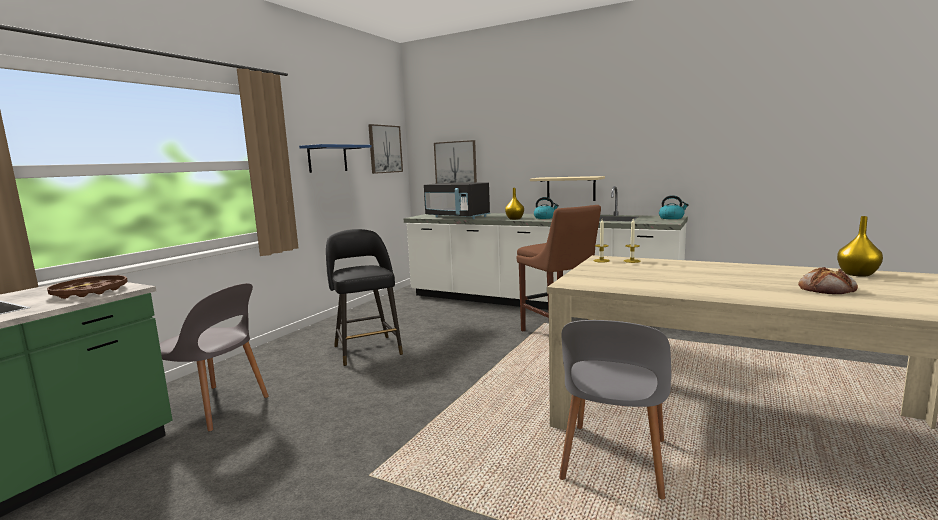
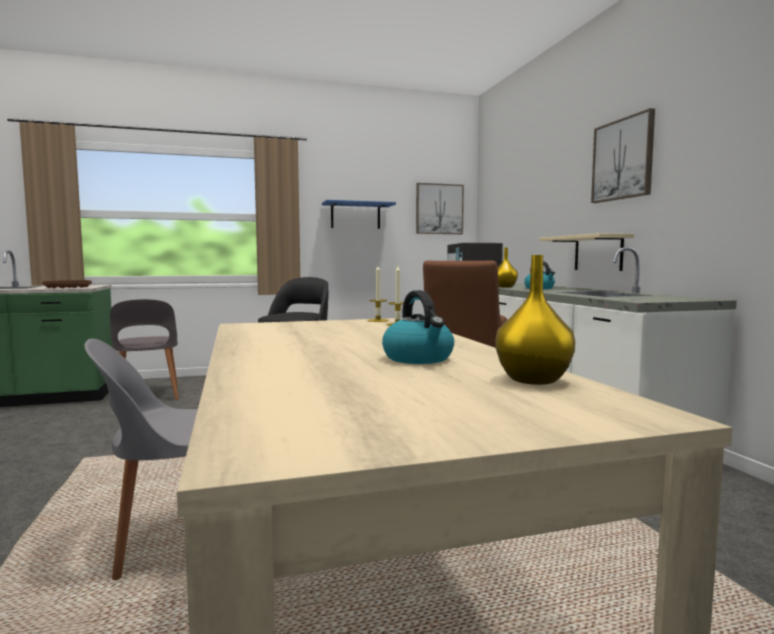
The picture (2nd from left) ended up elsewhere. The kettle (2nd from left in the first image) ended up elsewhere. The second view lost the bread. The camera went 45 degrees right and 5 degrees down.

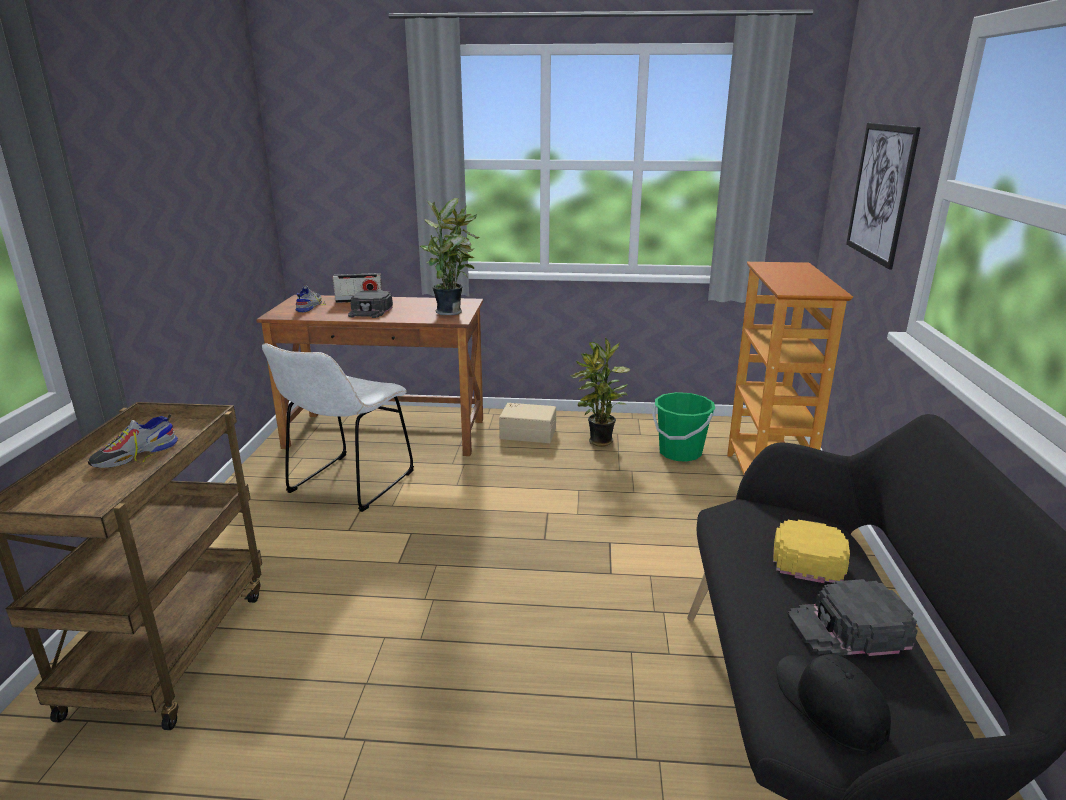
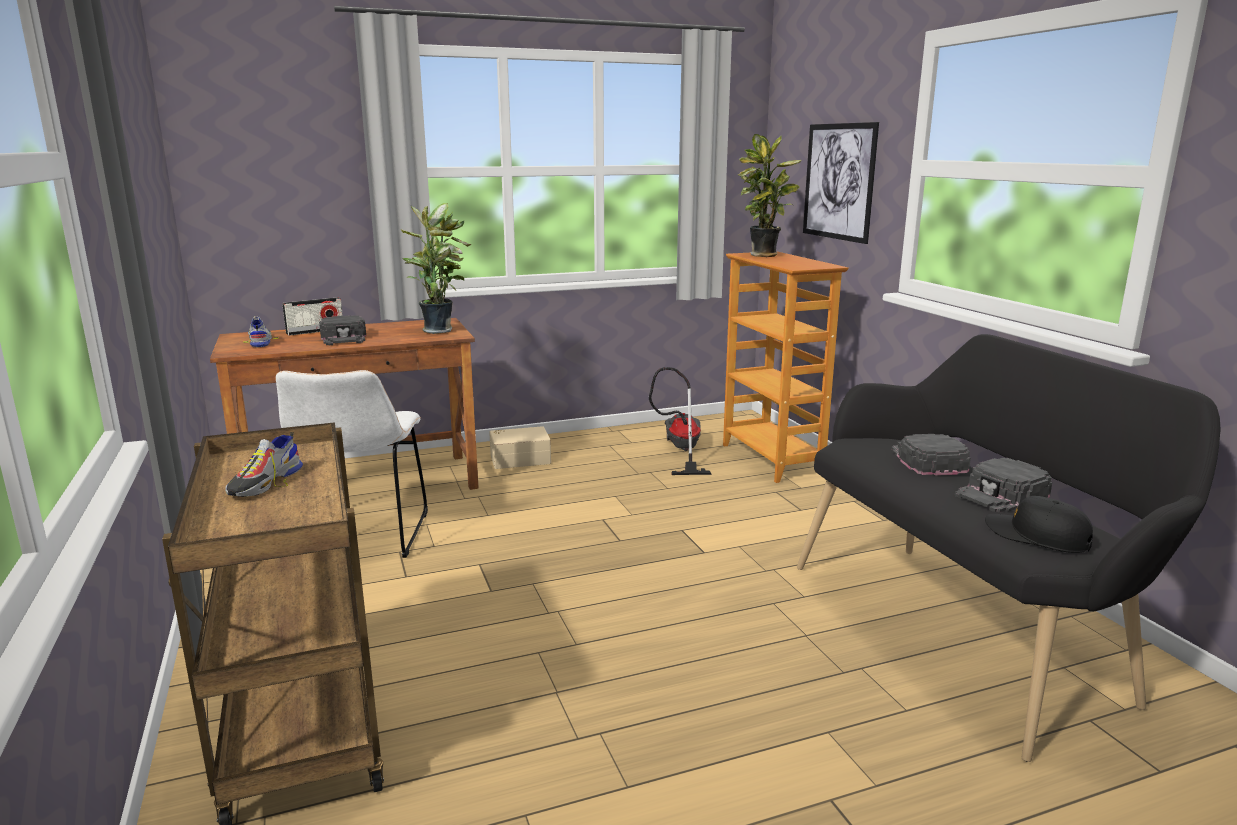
The potted plant (2nd from left) ended up elsewhere. Where the green bucket stood, the vacuum cleaner came to stand. What was the yellow cap turned into the black cap (2nd from left). The camera went 25 degrees left and 5 degrees down.

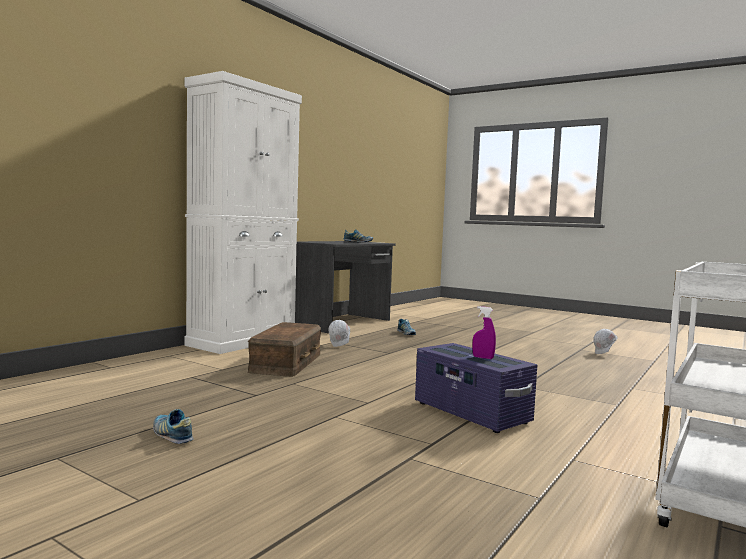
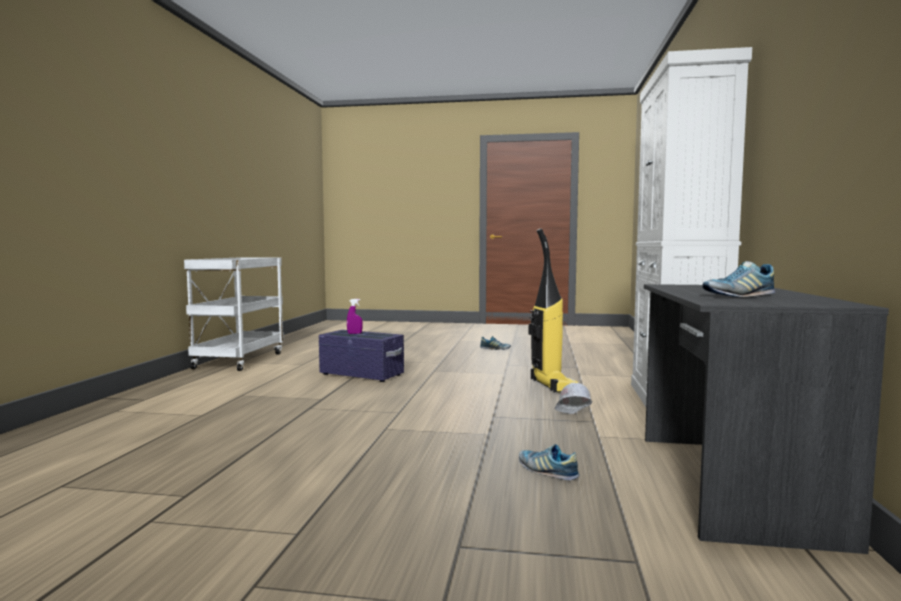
Where the brown storage box stood, the vacuum cleaner came to stand. The second view lost the white hard hat (2nd from left). The camera went 155 degrees right and 0 degrees up.

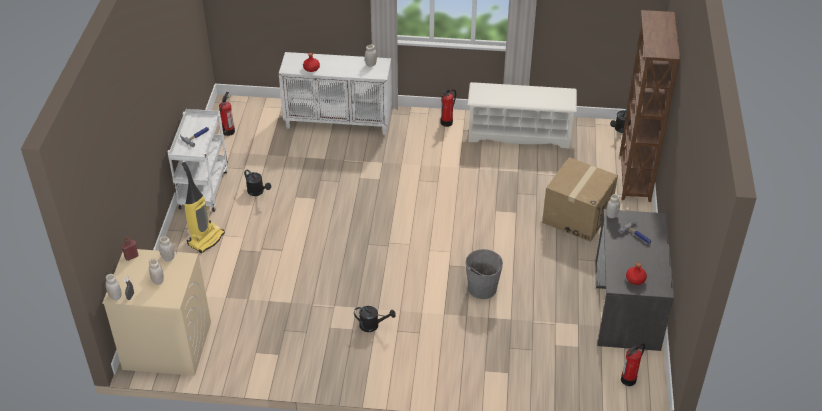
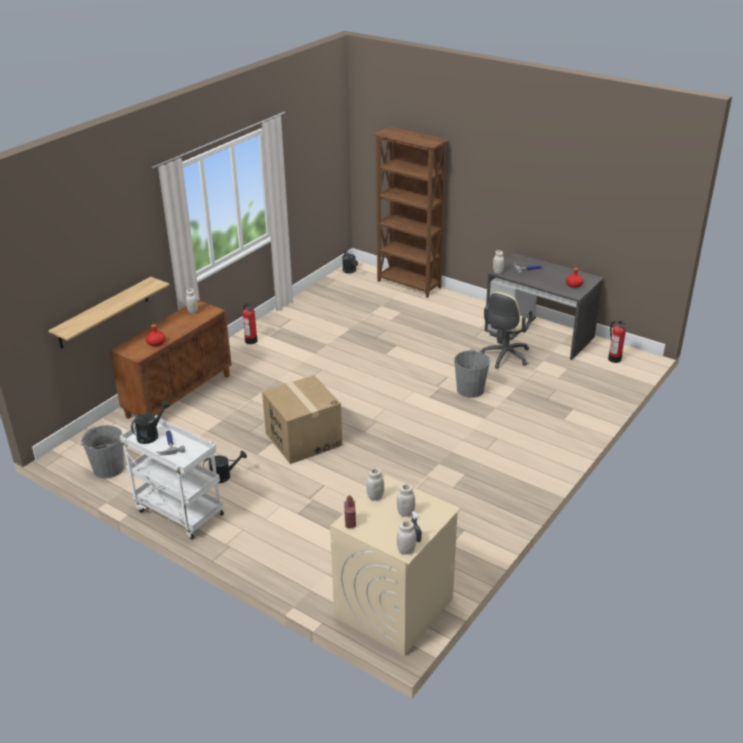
The second view lost the vacuum cleaner. Where the fire extinguisher (1st from left) stood, the grey bucket (1st from left) came to stand. What was the white cabinet turned into the brown cabinet. The black watering can (2nd from left in the first image) ended up elsewhere. The second view lost the white shoe rack. The cardboard box ended up elsewhere. The second view gained the shelf. The second view gained the beige office chair. The camera went 60 degrees left and 10 degrees down.

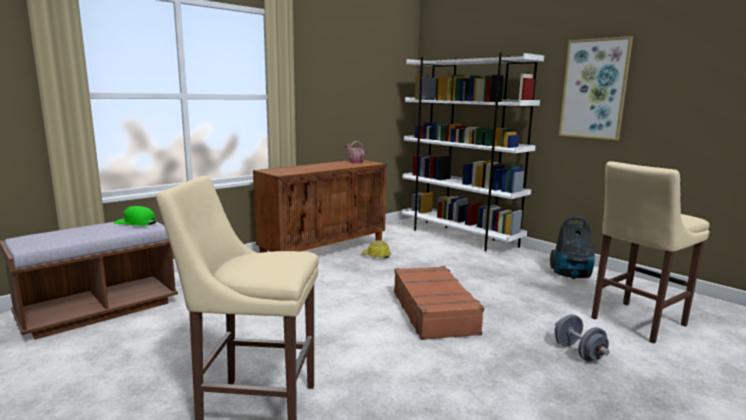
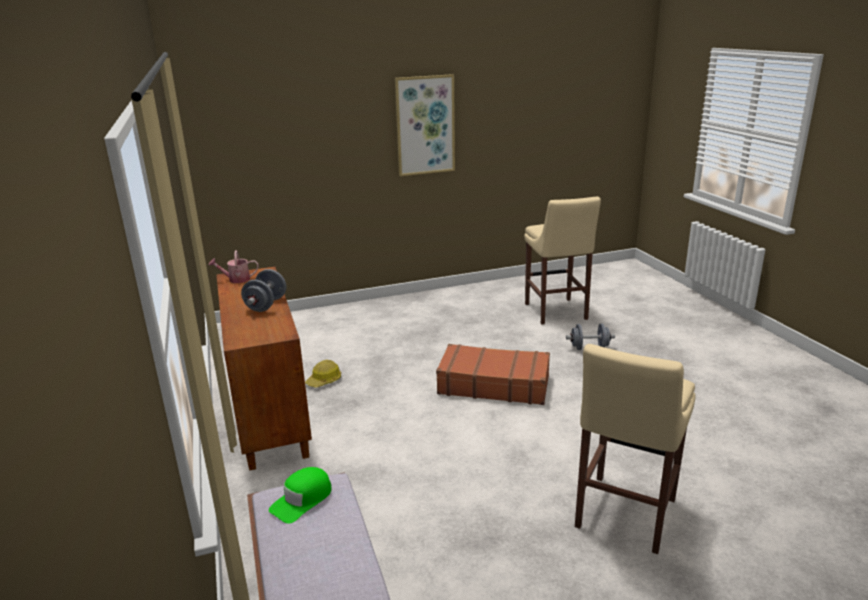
The second view lost the white bookcase. The second view lost the vacuum cleaner. The second view gained the grey dumbbell (1st from left). The camera went 65 degrees left and 10 degrees up.

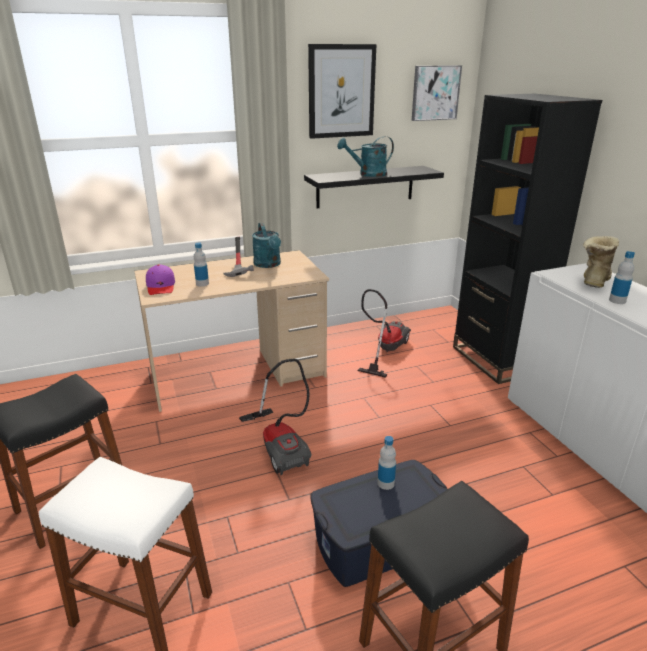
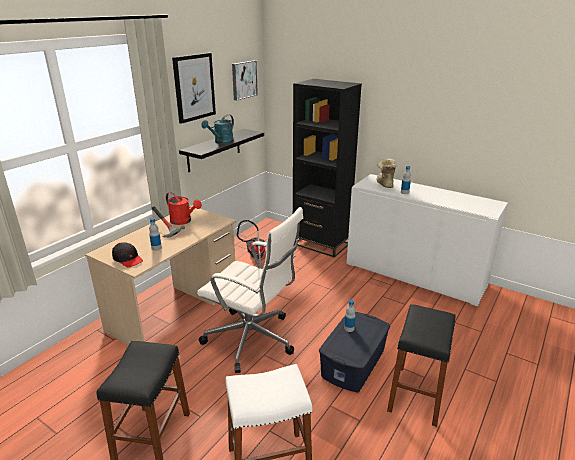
What was the purple cap turned into the black cap. Where the vacuum cleaner (1st from left) stood, the white office chair came to stand. What was the turquoise watering can (1st from left) turned into the red watering can. The camera went 35 degrees left and 0 degrees up.

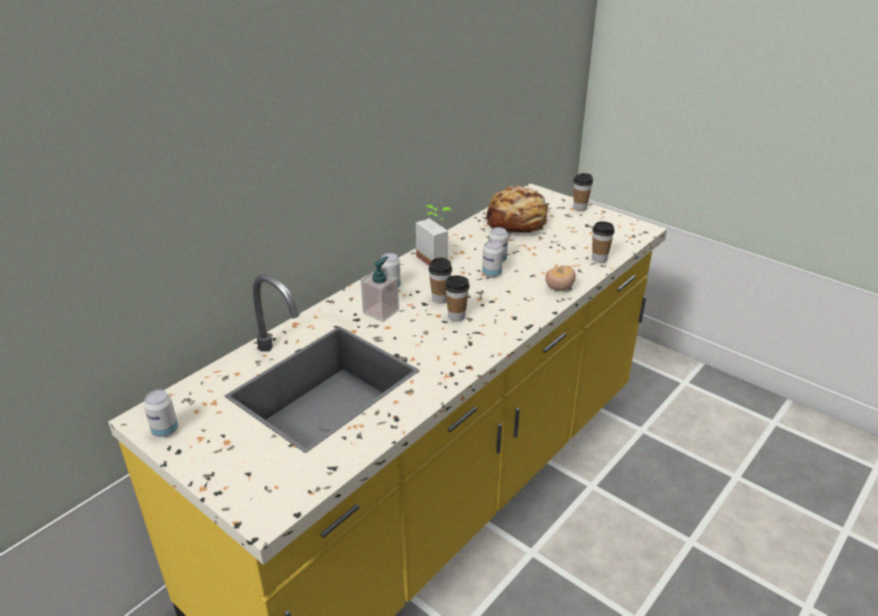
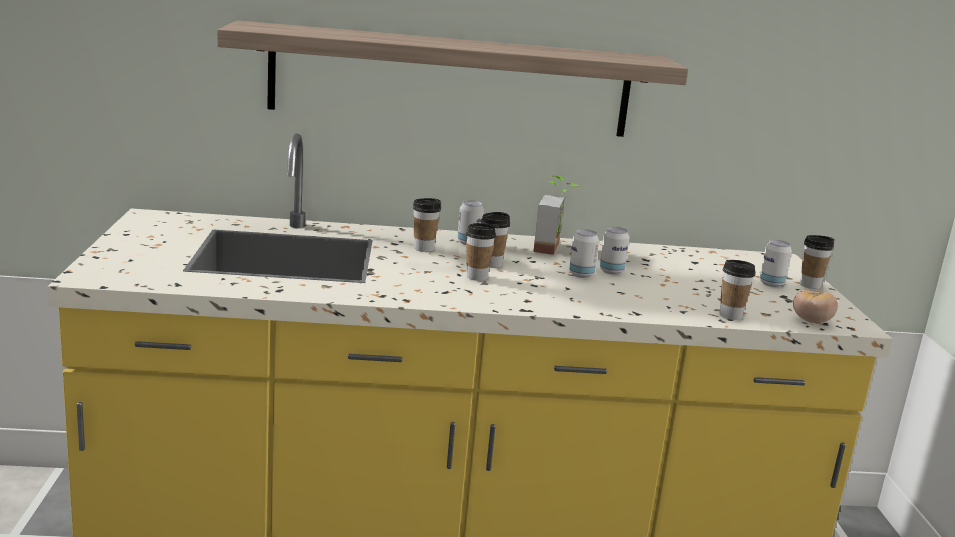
The can (1st from left in the first image) ended up elsewhere. Where the soap dispenser stood, the cup (1st from left) came to stand. The second view lost the bread. The tomato ended up elsewhere. The second view gained the shelf. The camera went 45 degrees right and 15 degrees down.

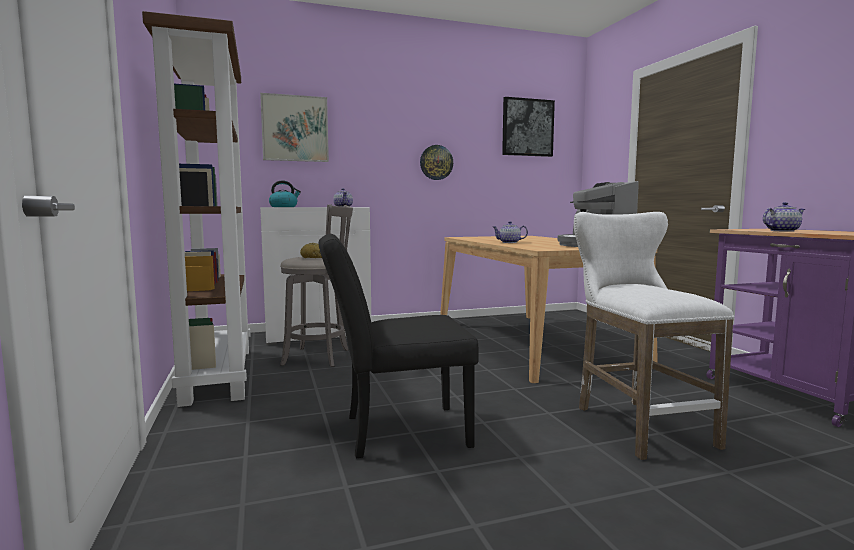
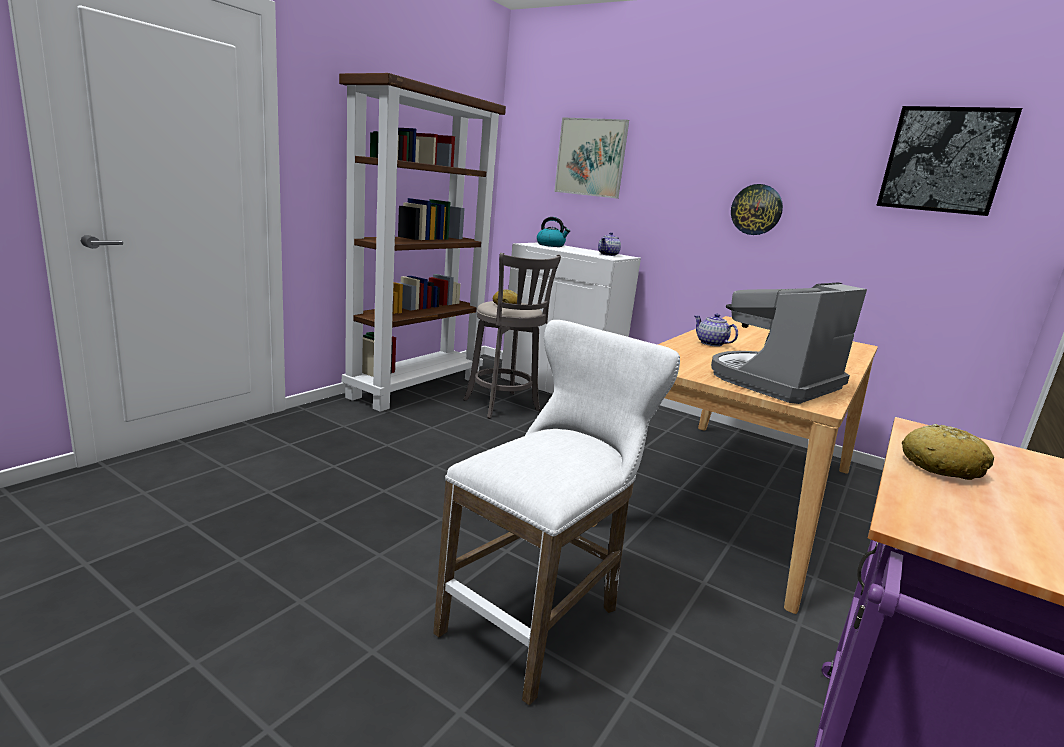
The second view lost the black chair. Where the teapot (3rd from left) stood, the bread (2nd from left) came to stand. The camera went 50 degrees right and 10 degrees up.

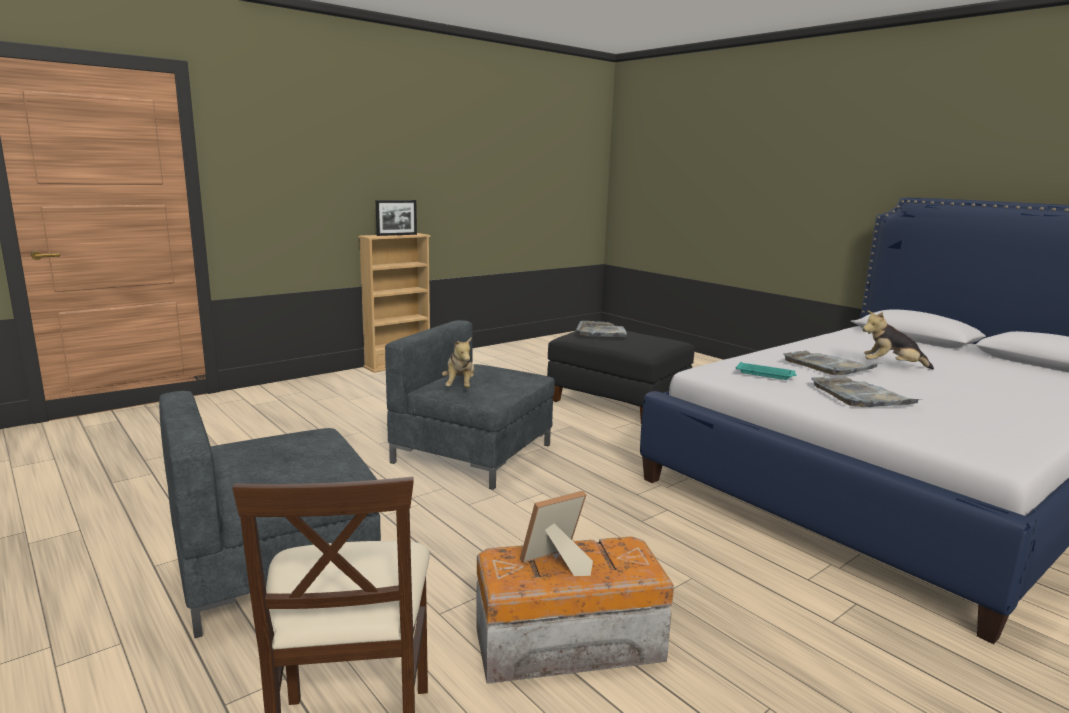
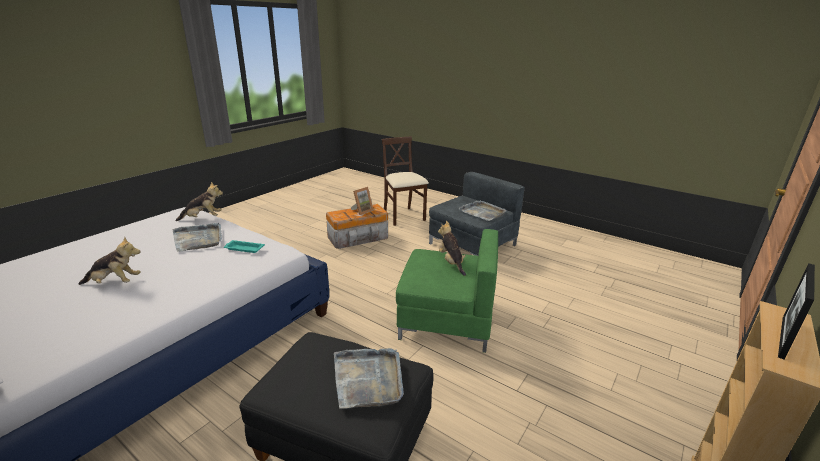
What was the grey armchair (2nd from left) turned into the green armchair. The grey tray (2nd from left in the first image) ended up elsewhere. The second view gained the plush toy (2nd from left). The camera went 165 degrees right and 10 degrees up.

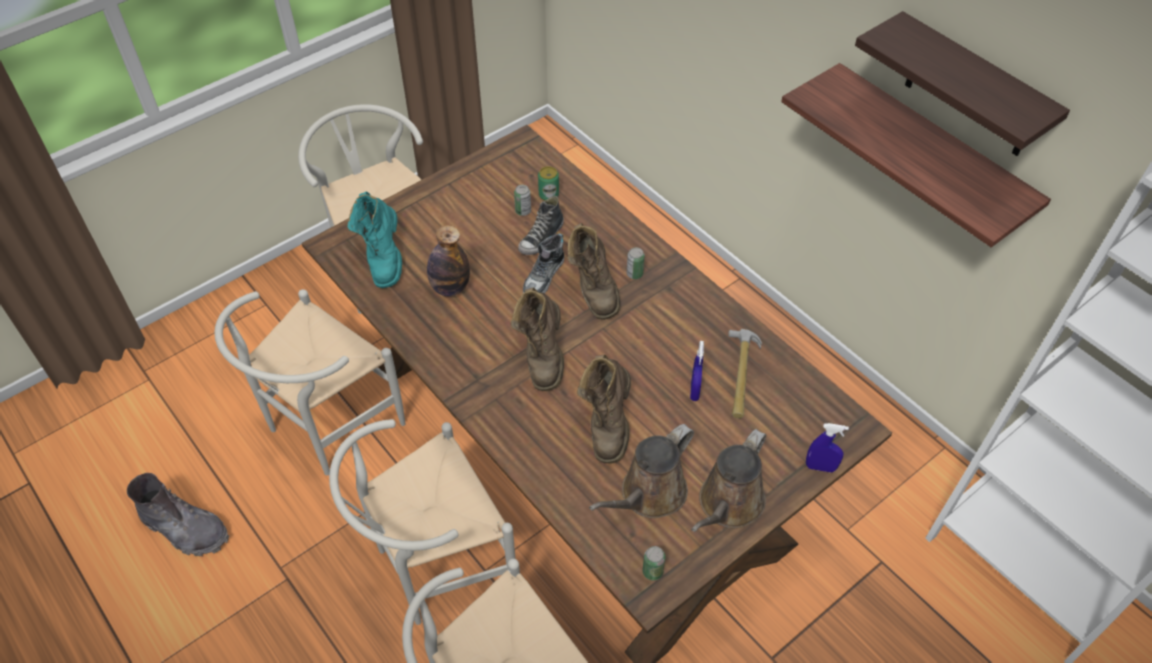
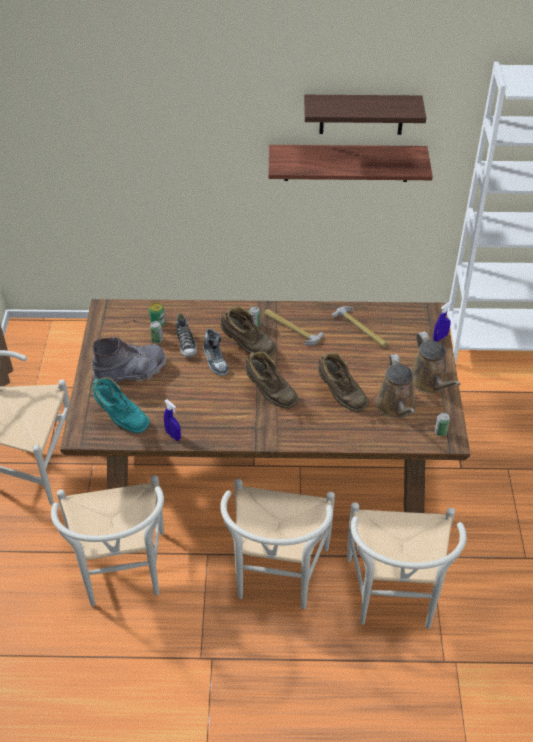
The grey boot ended up elsewhere. The second view lost the bottle. The blue spray bottle (1st from left) ended up elsewhere. The second view gained the hammer (1st from left). The camera went 50 degrees left and 5 degrees down.

